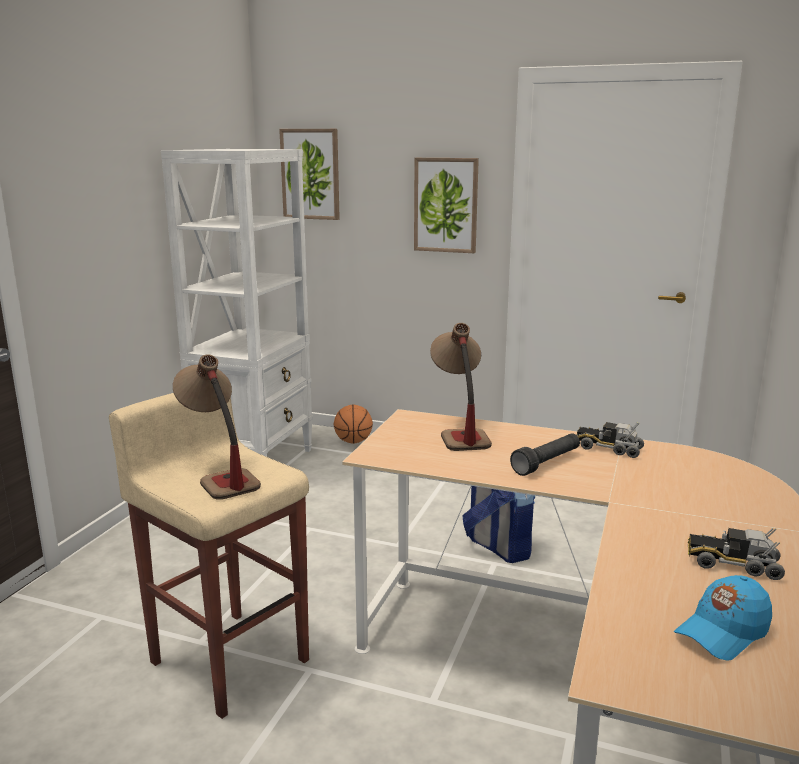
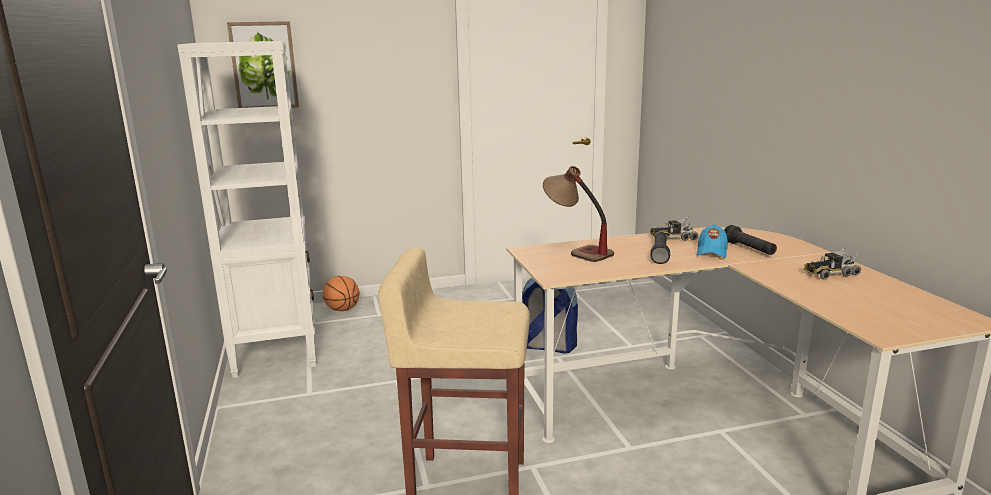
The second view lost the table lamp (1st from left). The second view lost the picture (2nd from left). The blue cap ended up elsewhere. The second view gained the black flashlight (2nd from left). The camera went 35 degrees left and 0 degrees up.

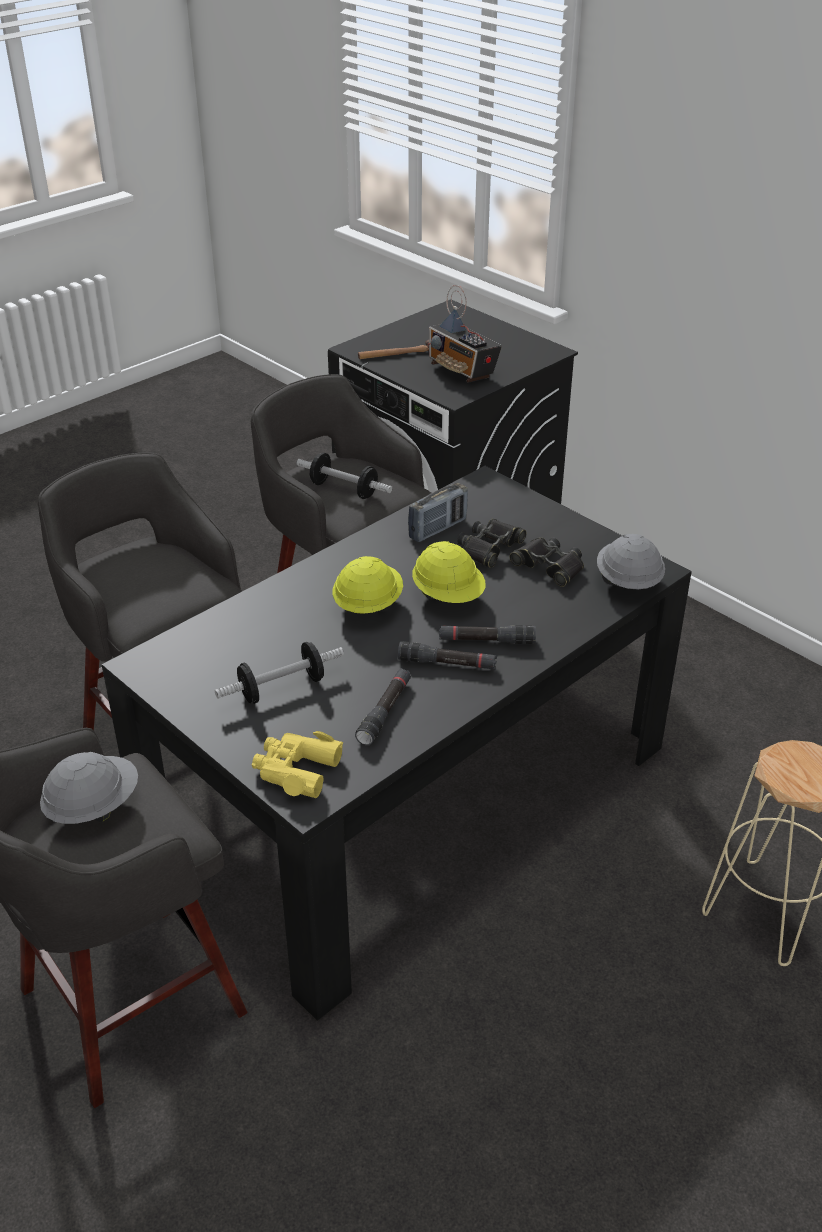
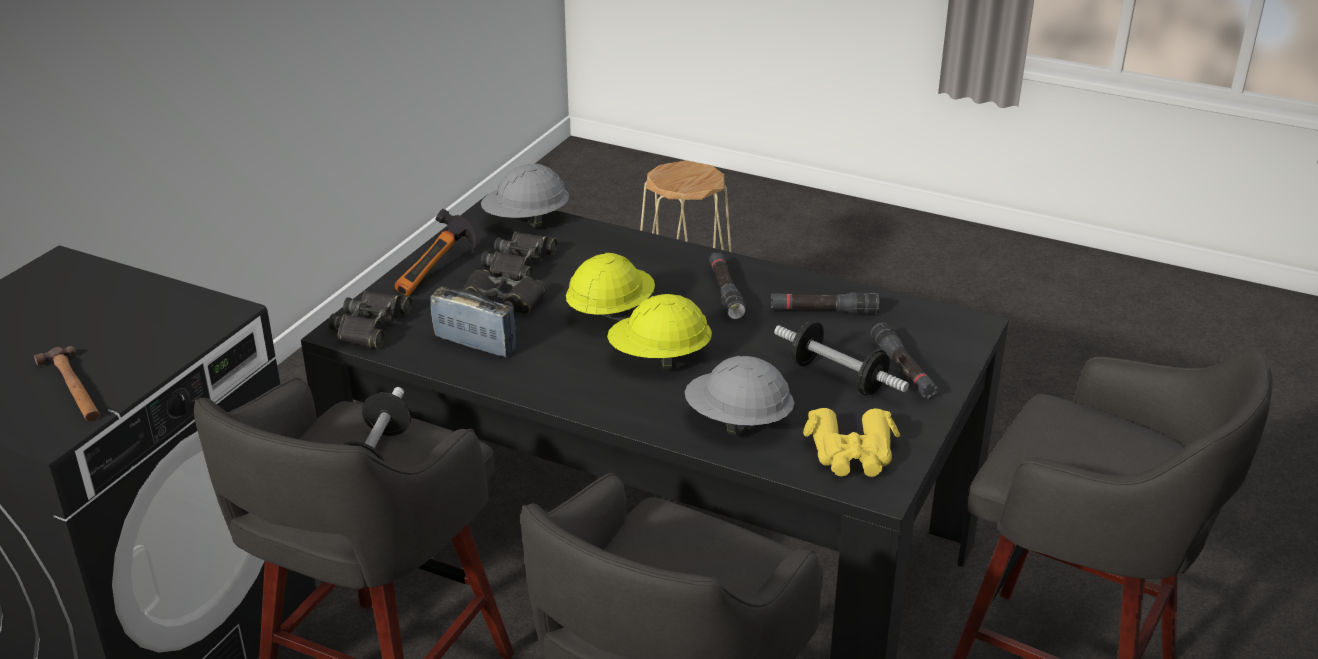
The grey hard hat (1st from left in the first image) ended up elsewhere. The yellow binoculars ended up elsewhere. The second view lost the radio (2nd from left). The black flashlight (3rd from left) ended up elsewhere. The second view gained the black binoculars (1st from left). The second view gained the hammer (2nd from left). The camera went 110 degrees left and 5 degrees down.

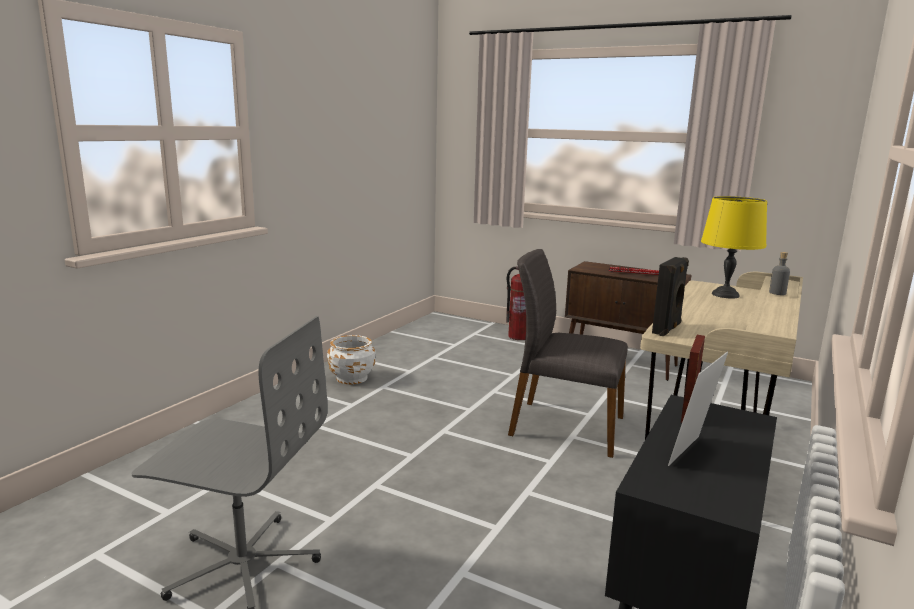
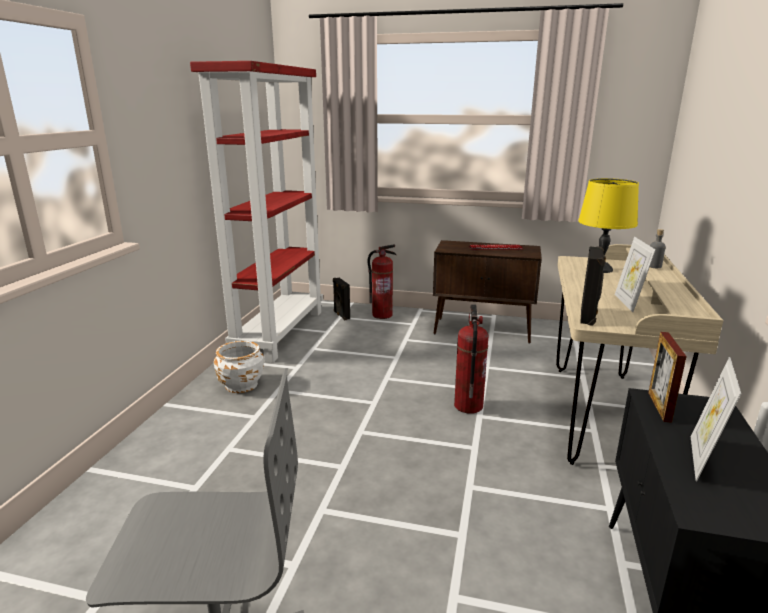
Where the grey chair stood, the fire extinguisher (2nd from left) came to stand. The second view gained the red bookcase. The second view gained the black speaker (1st from left). The second view gained the picture frame (1st from left). The camera went 15 degrees left and 5 degrees up.

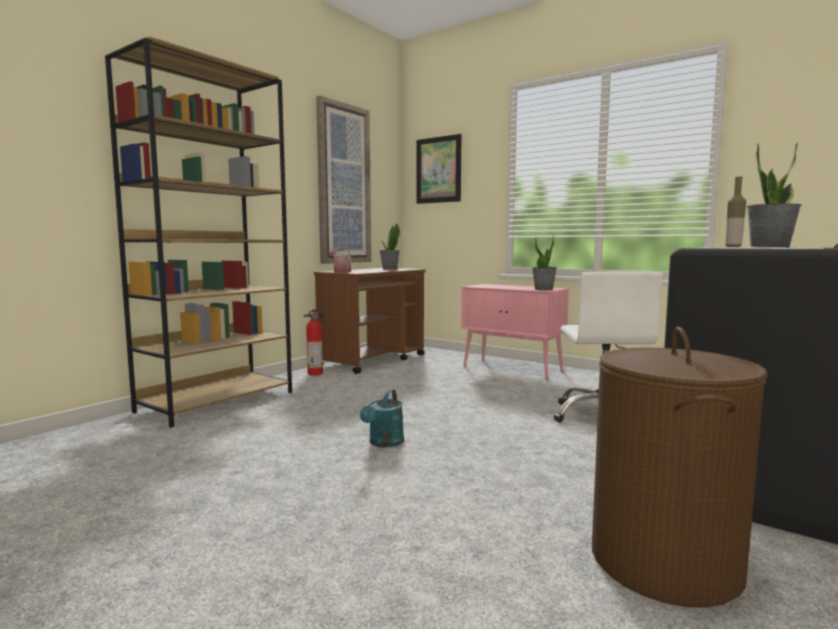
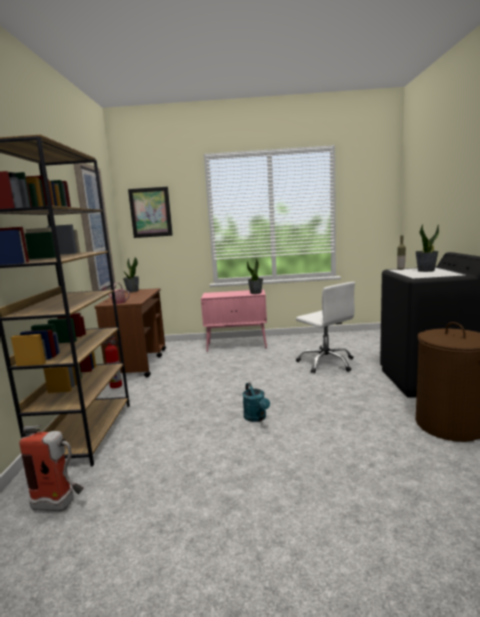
The second view gained the fire extinguisher (1st from left). The camera went 35 degrees left and 5 degrees up.

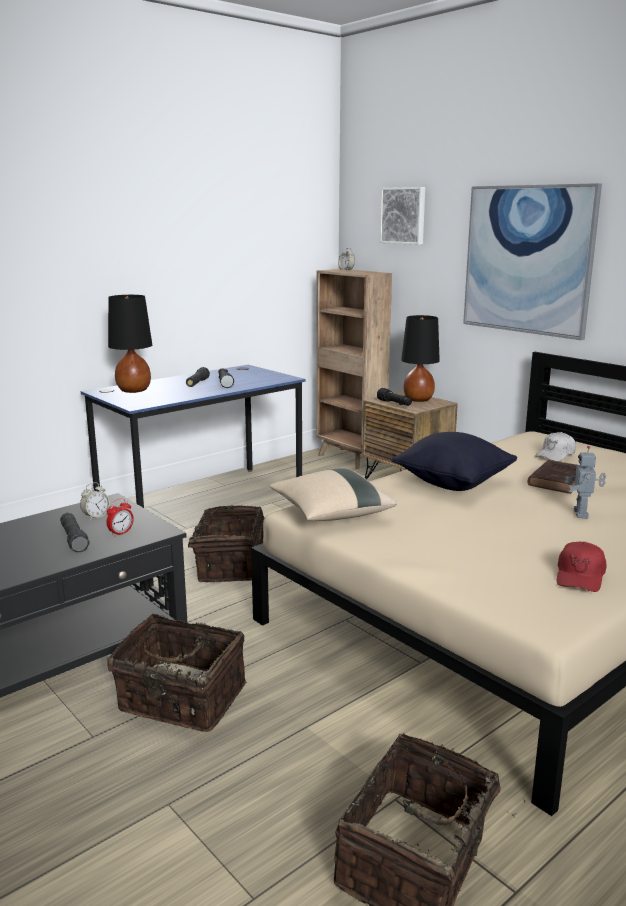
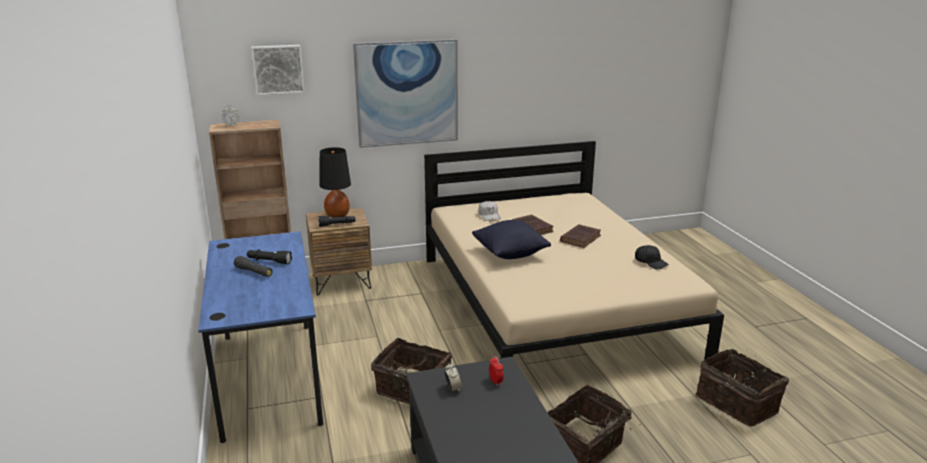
The second view lost the black flashlight (1st from left). The second view lost the black table lamp (1st from left). The second view lost the beige pillow. What was the red cap turned into the black cap. Where the toy robot stood, the brown book (2nd from left) came to stand. The camera went 65 degrees left and 5 degrees up.

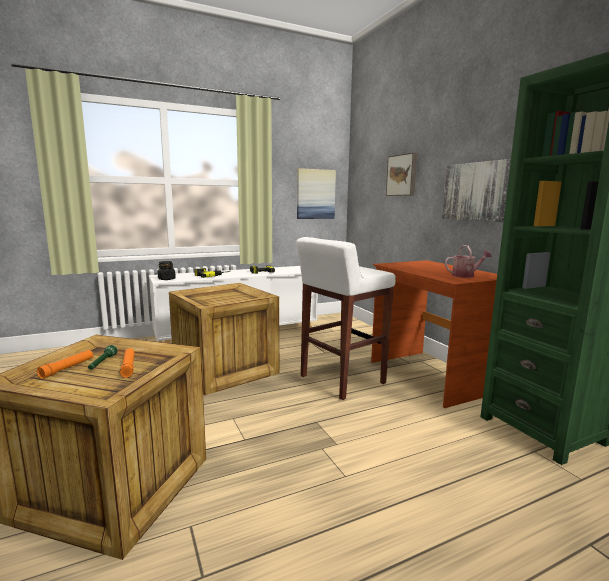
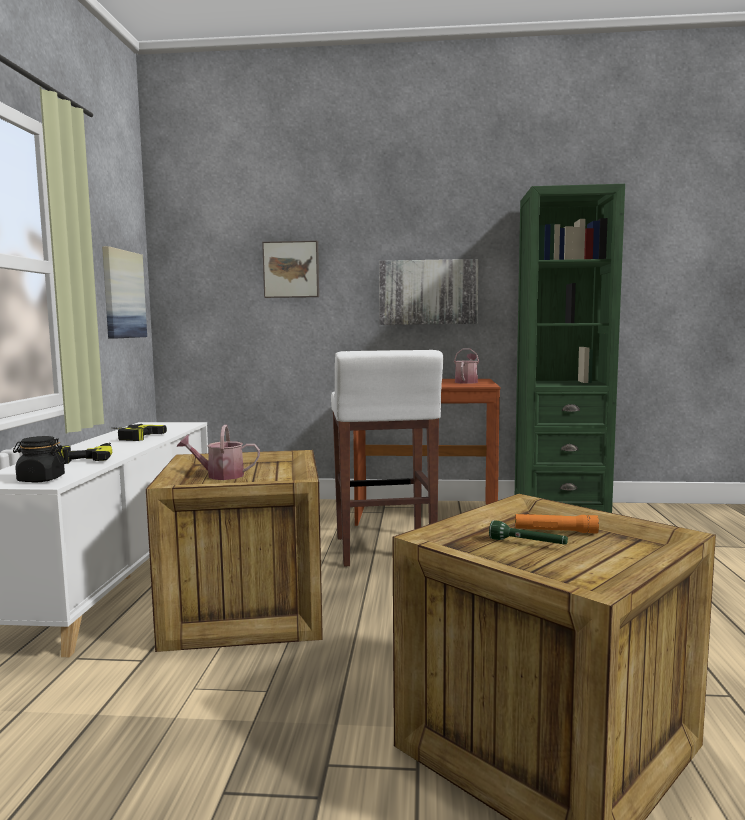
The second view lost the orange flashlight (1st from left). The second view gained the watering can (1st from left). The camera went 60 degrees left and 5 degrees down.

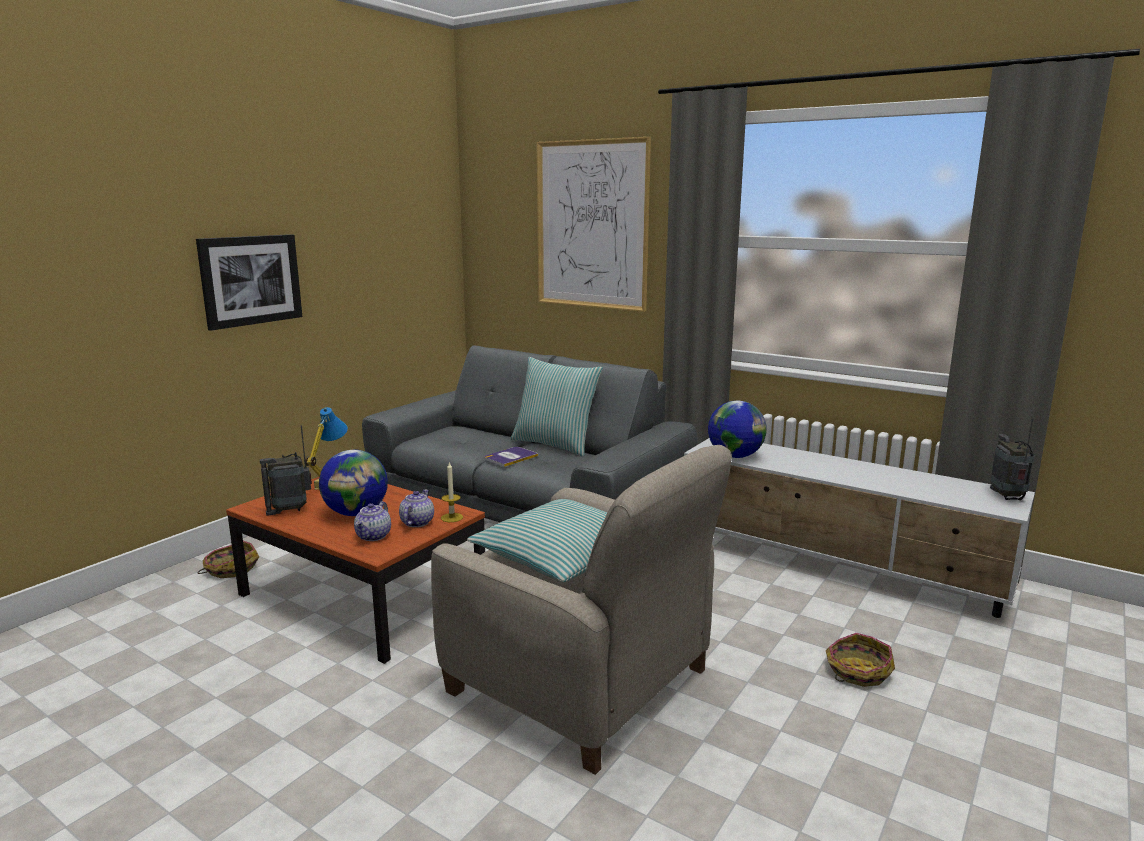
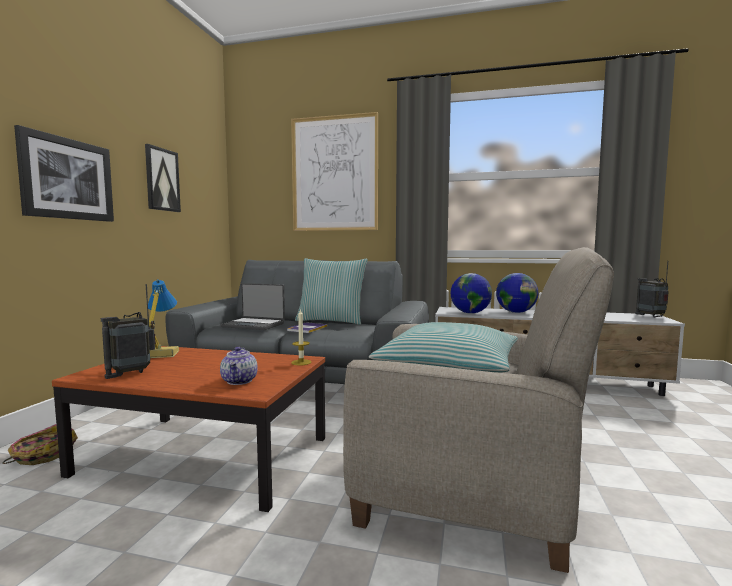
The globe (1st from left in the first image) ended up elsewhere. The second view lost the teapot (2nd from left). The second view lost the basket (2nd from left). The second view gained the picture (2nd from left). The second view gained the laptop. The camera went 20 degrees left and 10 degrees down.

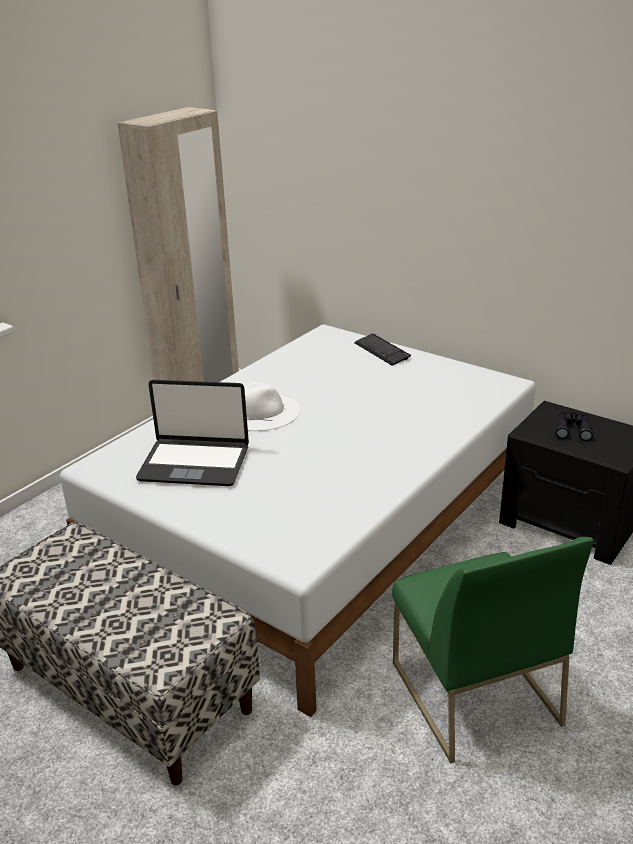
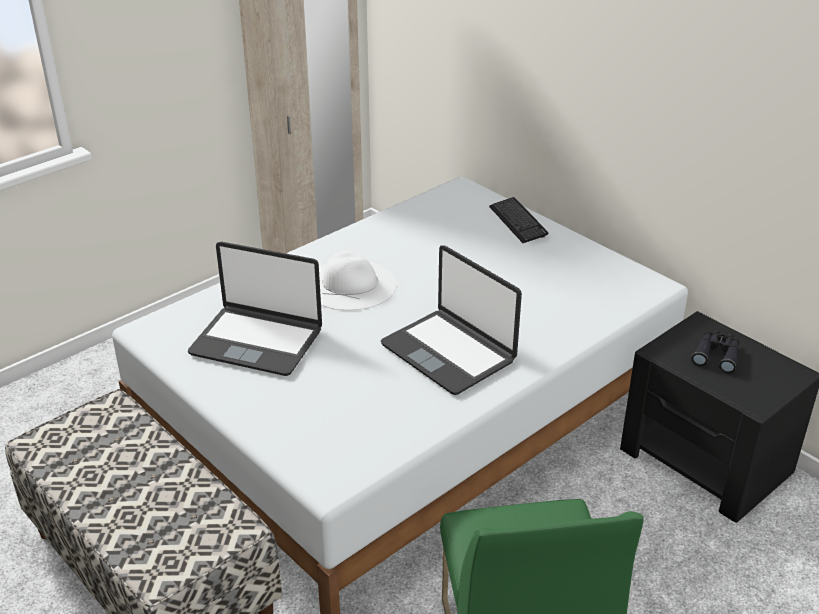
The second view gained the laptop (2nd from left). The camera went 10 degrees right and 5 degrees up.

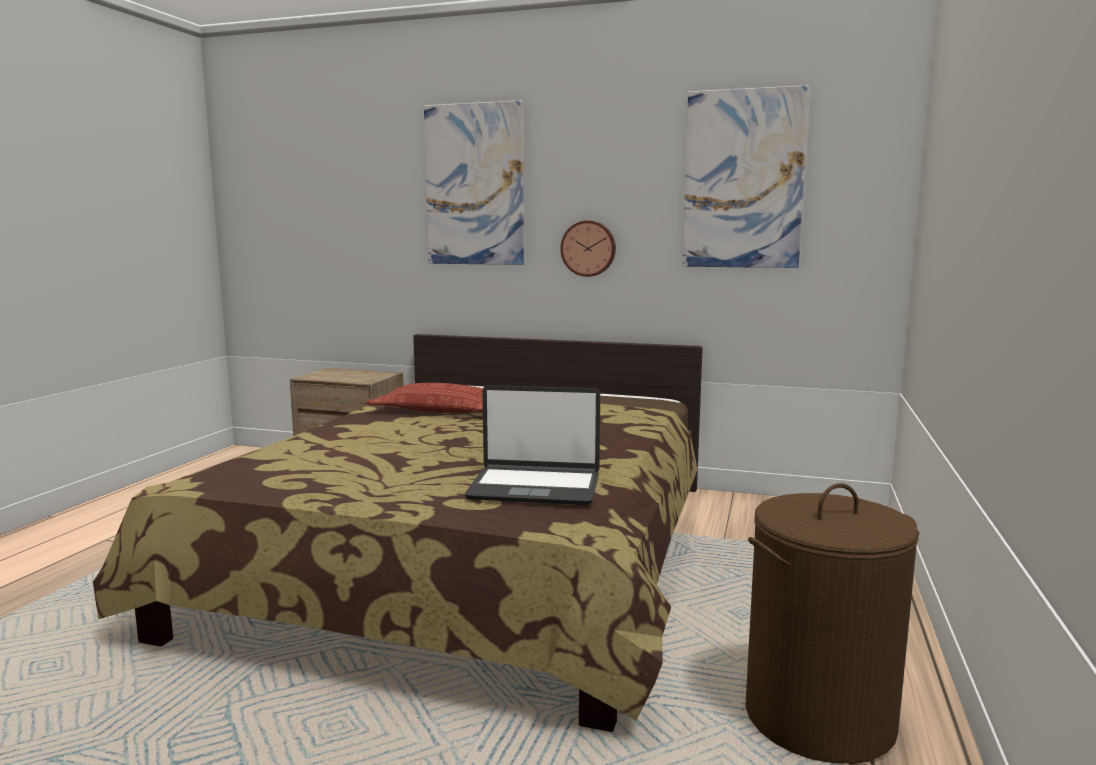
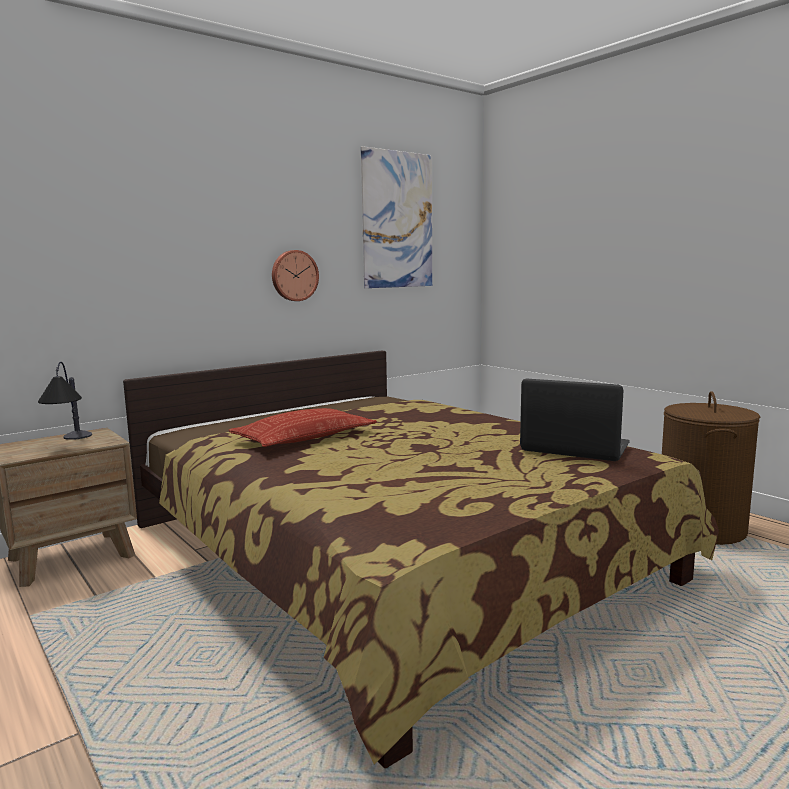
The second view lost the picture (1st from left). The laptop ended up facing another way, 105 degrees counterclockwise from before. The second view gained the table lamp. The camera went 55 degrees left and 0 degrees up.

